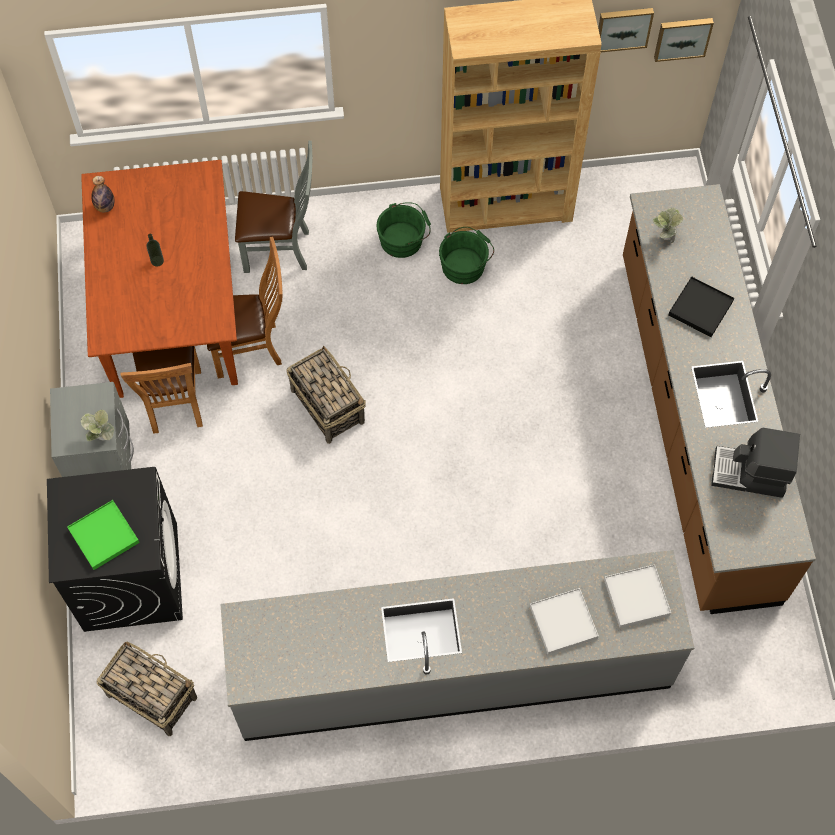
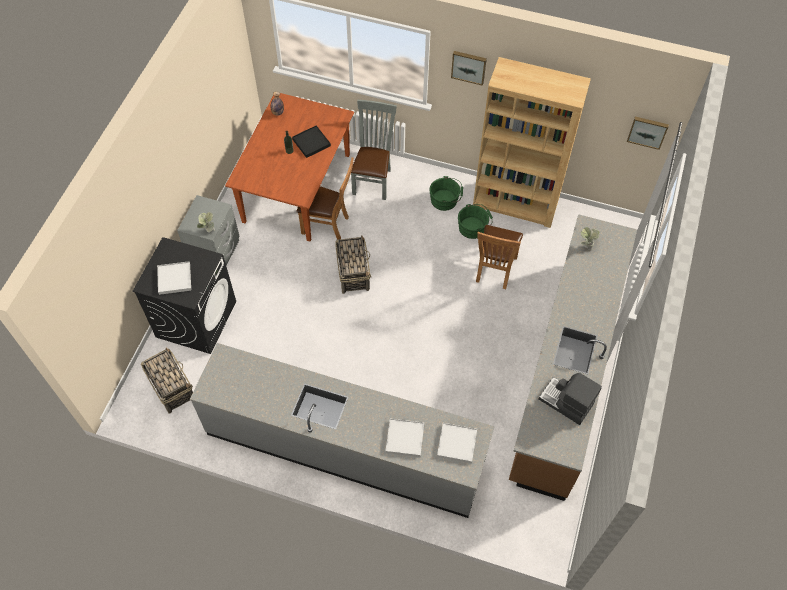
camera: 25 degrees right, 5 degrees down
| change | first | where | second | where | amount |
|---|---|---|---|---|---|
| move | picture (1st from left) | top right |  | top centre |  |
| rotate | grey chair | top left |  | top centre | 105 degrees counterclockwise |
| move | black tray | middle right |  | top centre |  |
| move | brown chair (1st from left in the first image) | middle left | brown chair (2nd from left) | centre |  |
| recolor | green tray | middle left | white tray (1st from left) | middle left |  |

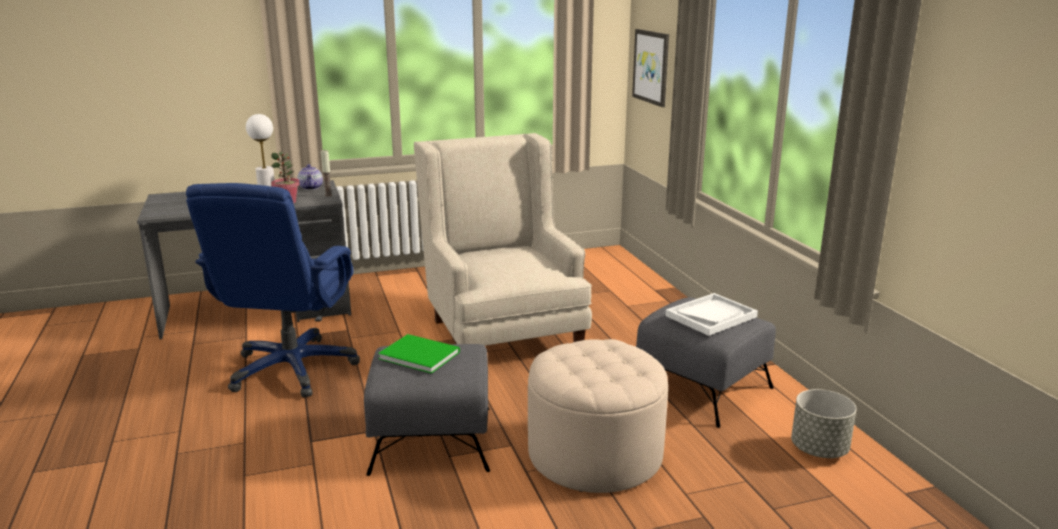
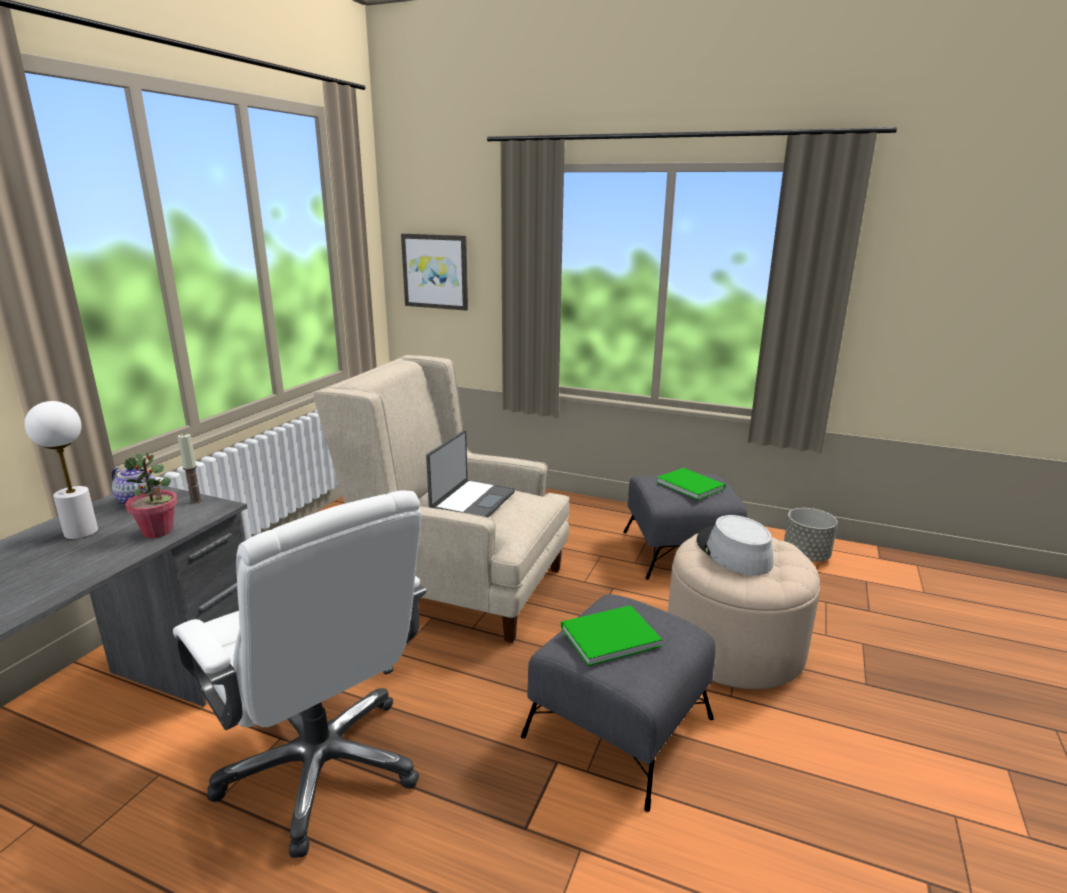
camera: 50 degrees left, 0 degrees up
| change | first | where | second | where | amount |
|---|---|---|---|---|---|
| recolor | blue office chair | middle left | white office chair | bottom left |  |
| replace | white tray | middle right | green book (2nd from left) | centre |  |
| insert |  |  | laptop | centre |  |
| insert |  |  | grey hat | middle right |  |

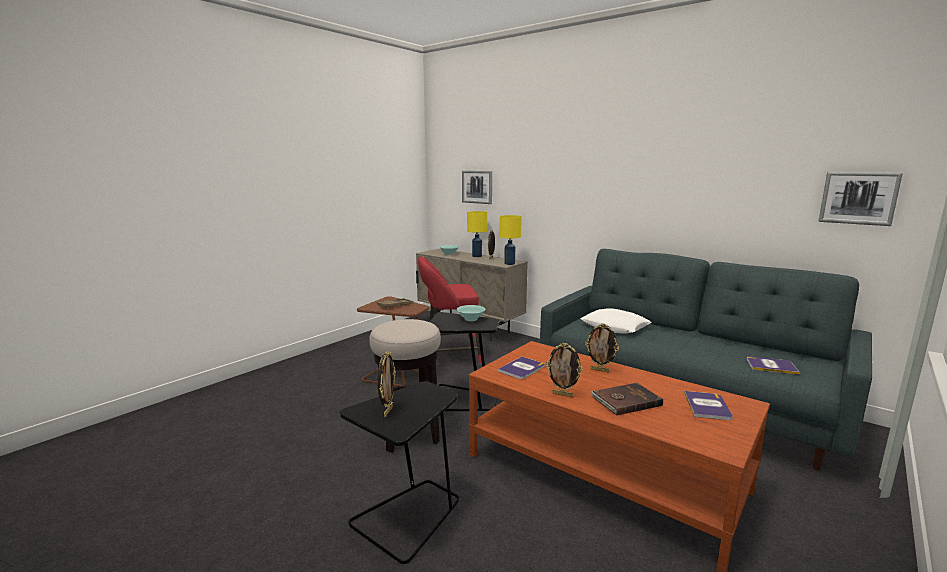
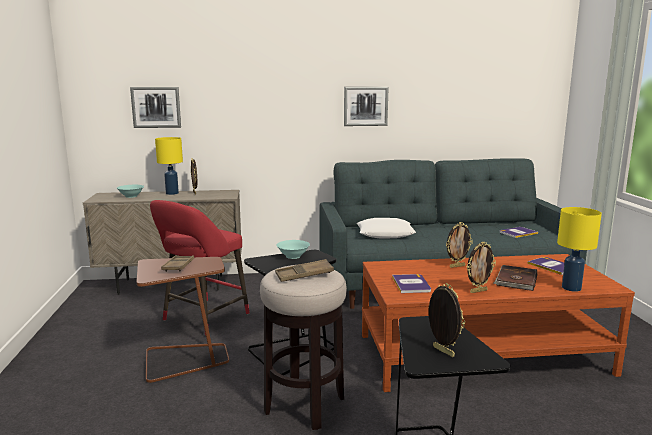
camera: 45 degrees left, 0 degrees up
| change | first | where | second | where | amount |
|---|---|---|---|---|---|
| move | picture (2nd from left) | middle right |  | top centre |  |
| move | yellow table lamp (2nd from left) | centre |  | middle right |  |
| insert |  |  | brown tray (2nd from left) | centre |  |

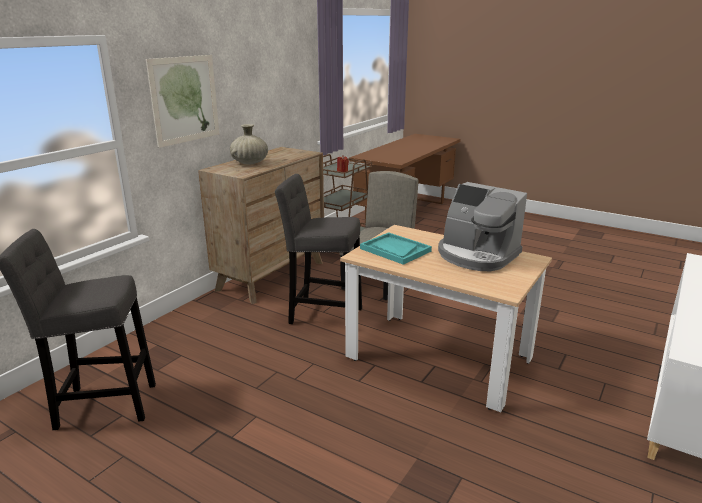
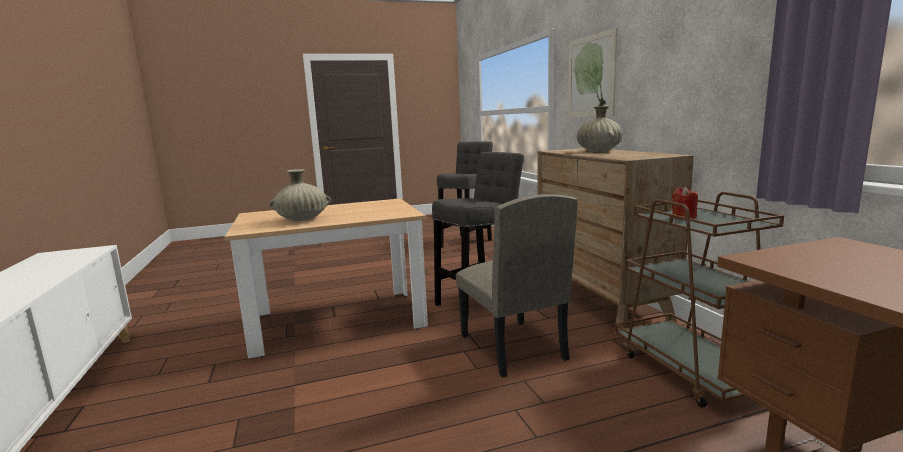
camera: 130 degrees right, 10 degrees down
| change | first | where | second | where | amount |
|---|---|---|---|---|---|
| replace | coffee machine | middle right | beige vase (1st from left) | middle left |  |
| delete | turquoise tray | centre |  |  |  |

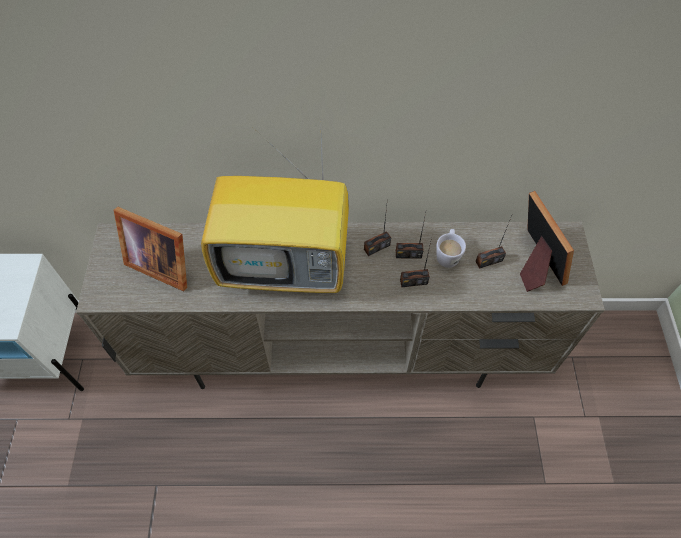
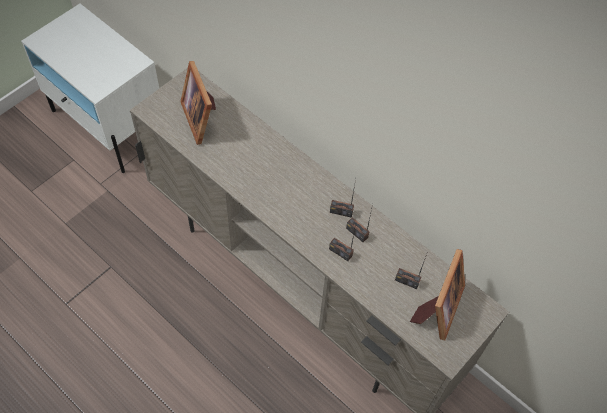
camera: 40 degrees right, 0 degrees up
| change | first | where | second | where | amount |
|---|---|---|---|---|---|
| delete | television | centre |  |  |  |
| delete | white mug | centre |  |  |  |

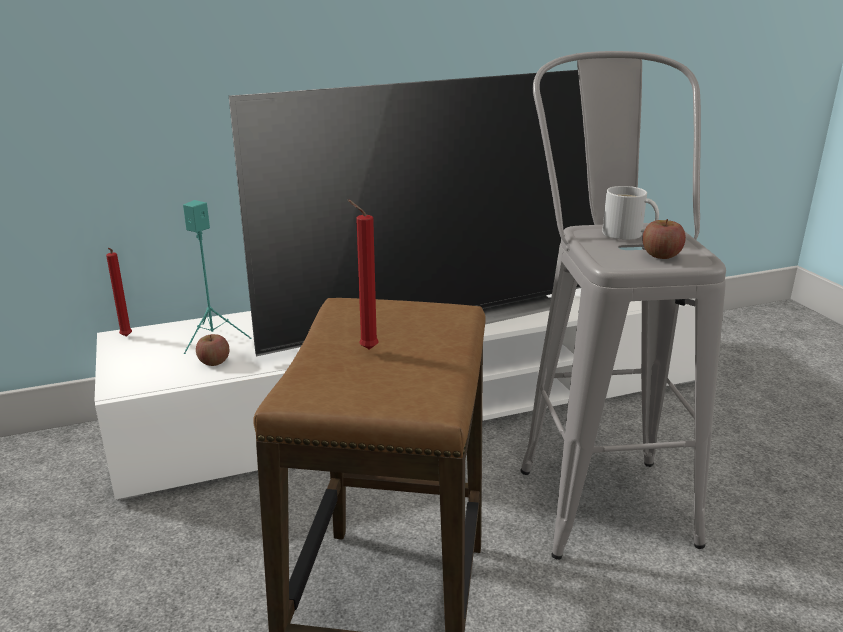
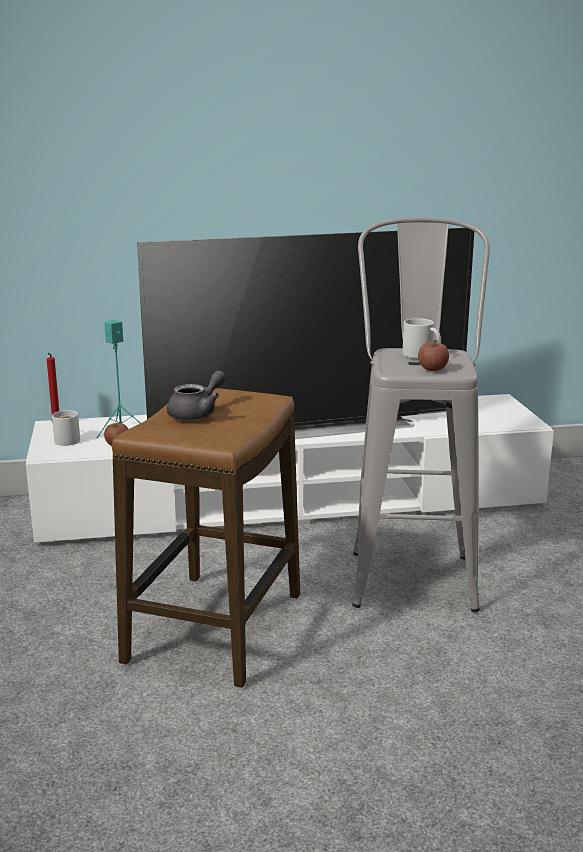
camera: 10 degrees right, 5 degrees down
| change | first | where | second | where | amount |
|---|---|---|---|---|---|
| replace | red candle (2nd from left) | centre | grey teapot | centre |  |
| insert |  |  | white mug (1st from left) | middle left |  |

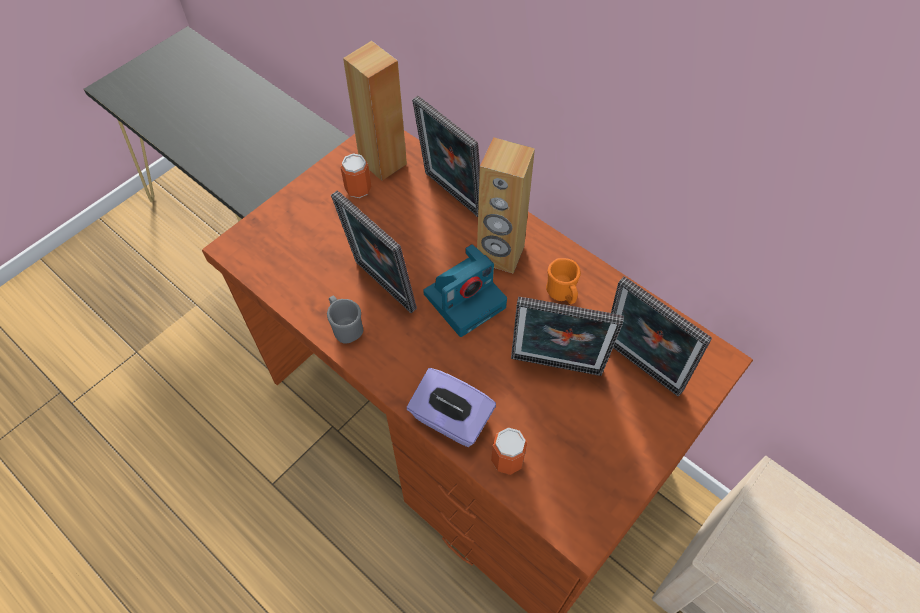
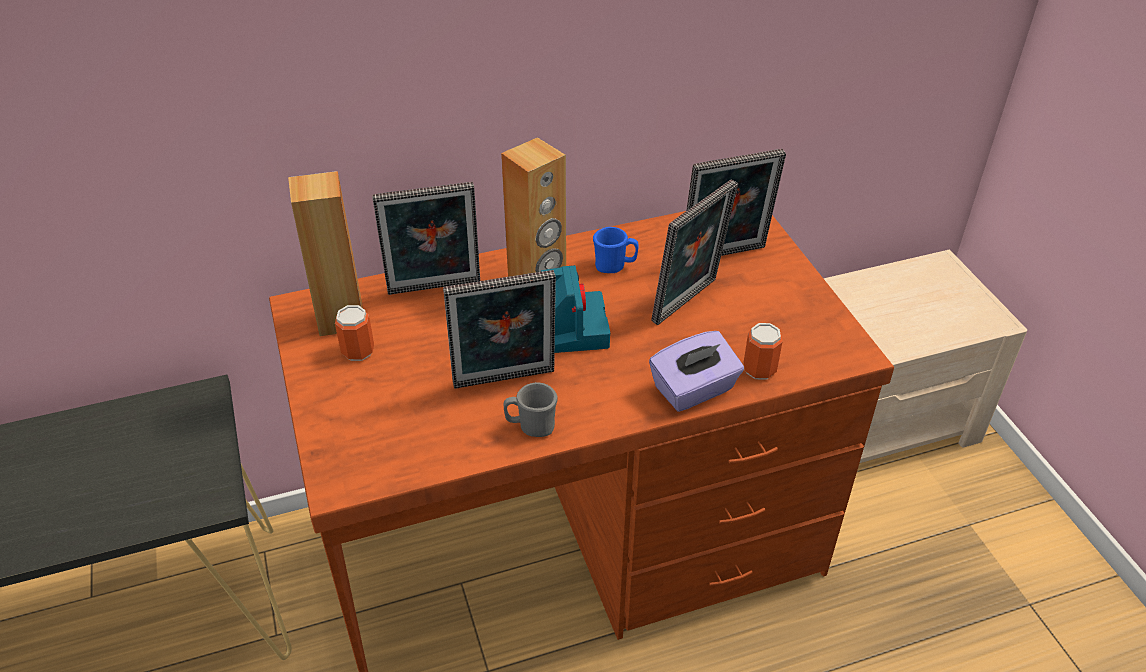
camera: 60 degrees left, 15 degrees down
| change | first | where | second | where | amount |
|---|---|---|---|---|---|
| recolor | orange mug | centre | blue mug | centre |  |

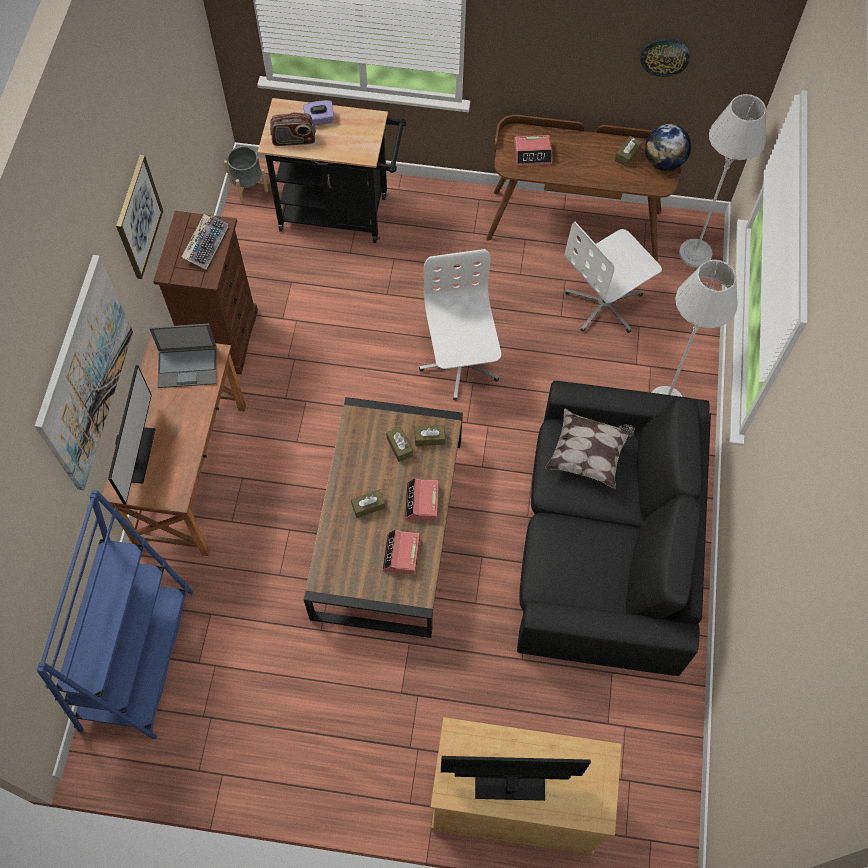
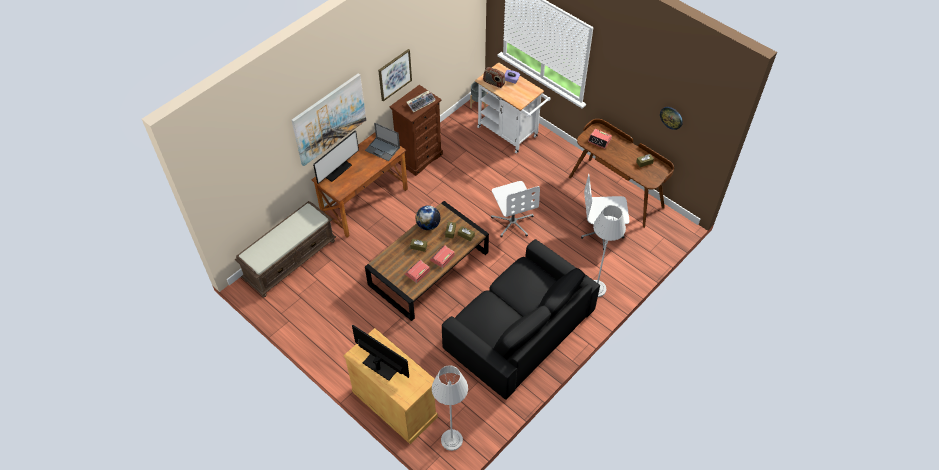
camera: 35 degrees right, 10 degrees down
| change | first | where | second | where | amount |
|---|---|---|---|---|---|
| move | grey floor lamp (2nd from left in the first image) | top right | grey floor lamp (1st from left) | bottom centre |  |
| recolor | black cart | top centre | white cart | top centre |  |
| move | globe | top right |  | centre |  |
| rotate | white office chair (1st from left) | centre |  | centre | 135 degrees clockwise |
| delete | pillow | middle right |  |  |  |
| replace | blue bookcase | bottom left | brown bench | middle left |  |

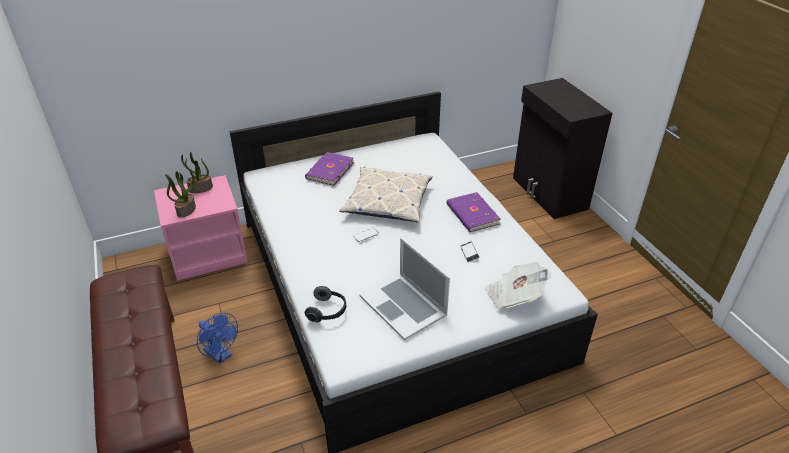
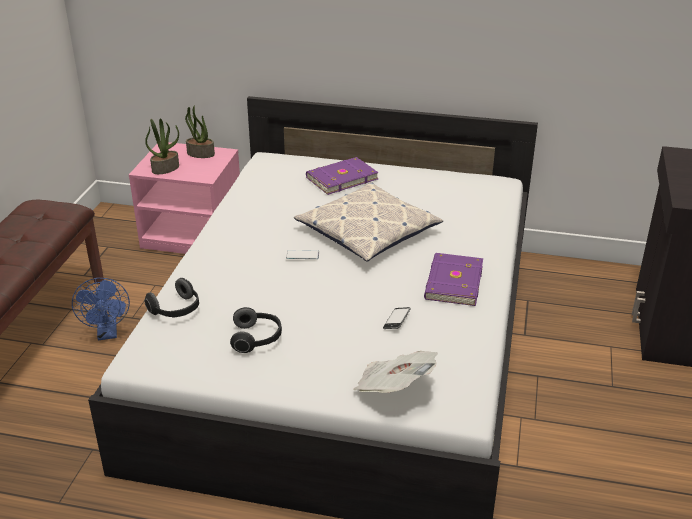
camera: 35 degrees right, 5 degrees down
| change | first | where | second | where | amount |
|---|---|---|---|---|---|
| replace | laptop | centre | headphones (2nd from left) | centre |  |

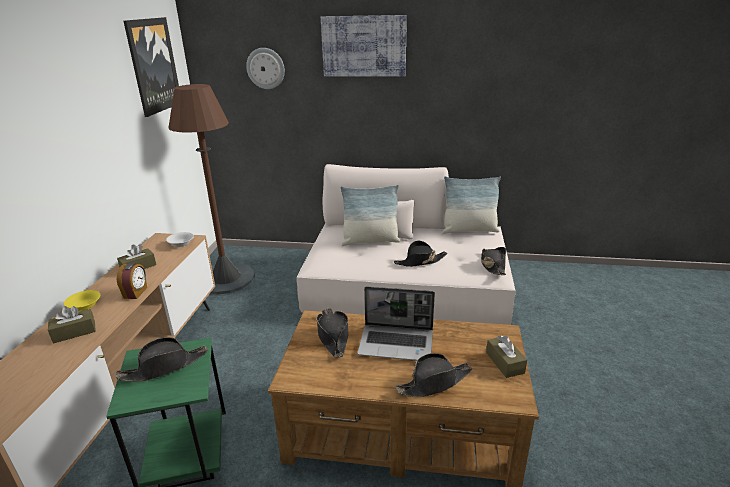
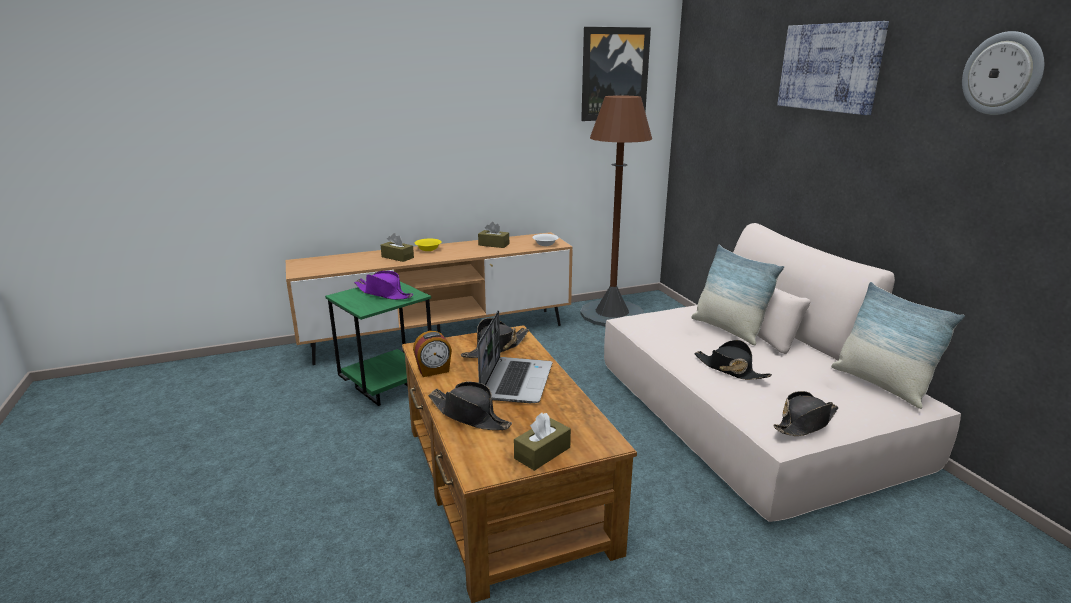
camera: 60 degrees right, 5 degrees down
| change | first | where | second | where | amount |
|---|---|---|---|---|---|
| move | wall clock | top centre |  | top right |  |
| move | alarm clock | middle left |  | centre |  |
| rotate | laptop | centre |  | centre | 150 degrees counterclockwise |
| recolor | black hat (1st from left) | bottom left | purple hat | centre |  |

